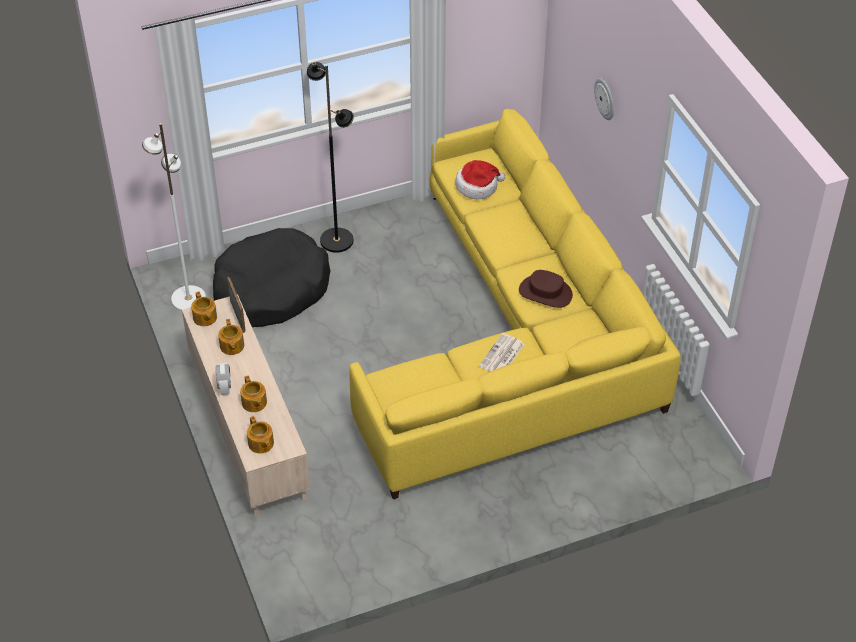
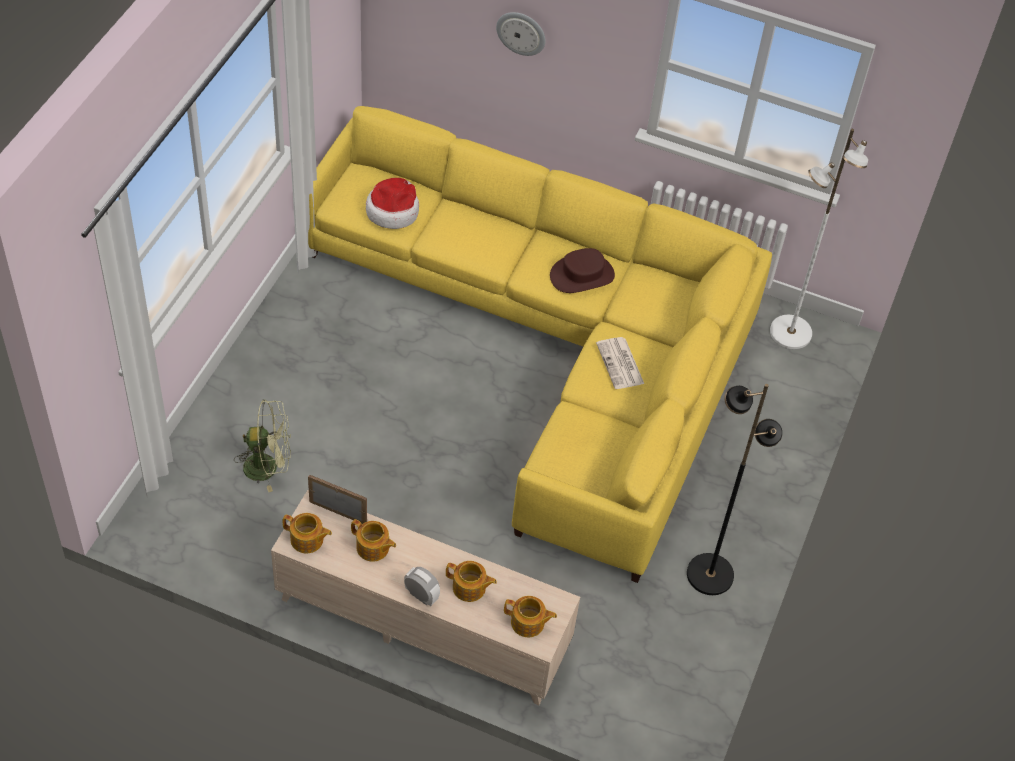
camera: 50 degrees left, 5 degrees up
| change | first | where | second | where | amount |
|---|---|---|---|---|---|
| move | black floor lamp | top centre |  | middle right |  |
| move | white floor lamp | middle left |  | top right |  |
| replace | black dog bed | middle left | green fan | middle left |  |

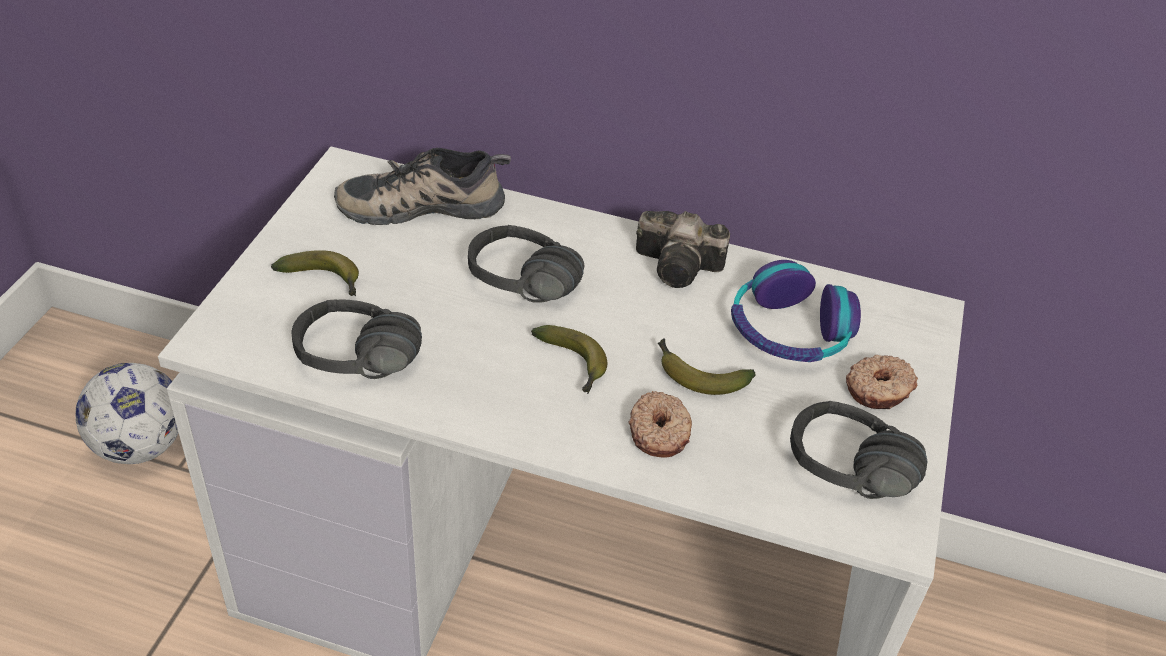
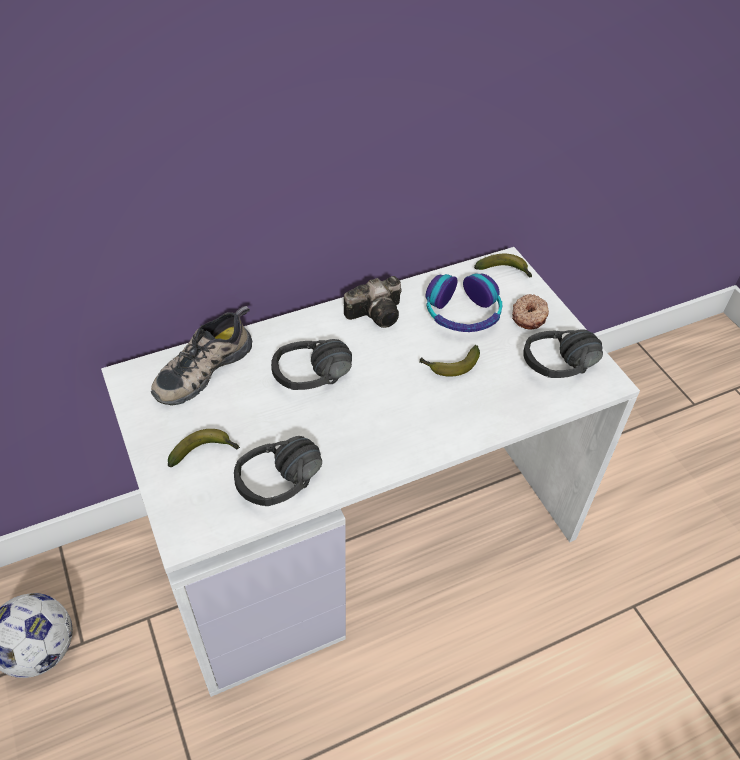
camera: 40 degrees left, 5 degrees up
| change | first | where | second | where | amount |
|---|---|---|---|---|---|
| move | banana (2nd from left in the first image) | centre | banana (3rd from left) | middle right |  |
| delete | donut (1st from left) | centre |  |  |  |

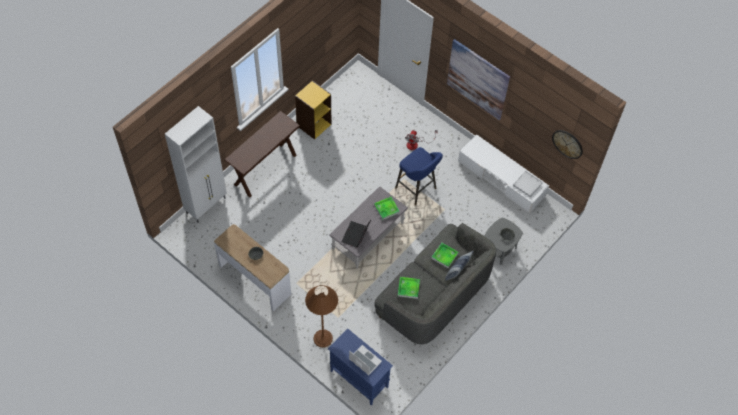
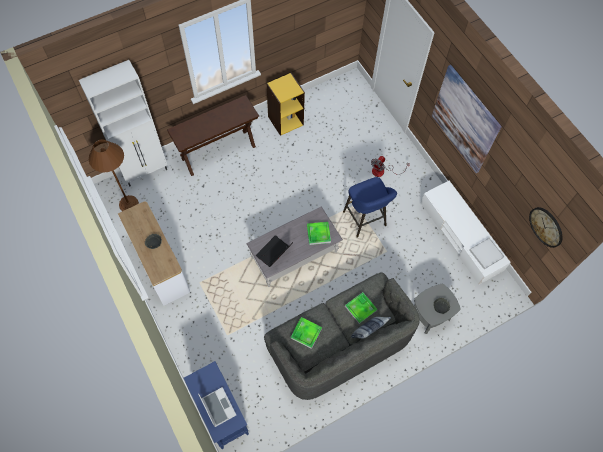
camera: 20 degrees right, 5 degrees up
| change | first | where | second | where | amount |
|---|---|---|---|---|---|
| move | brown floor lamp | bottom centre |  | middle left |  |

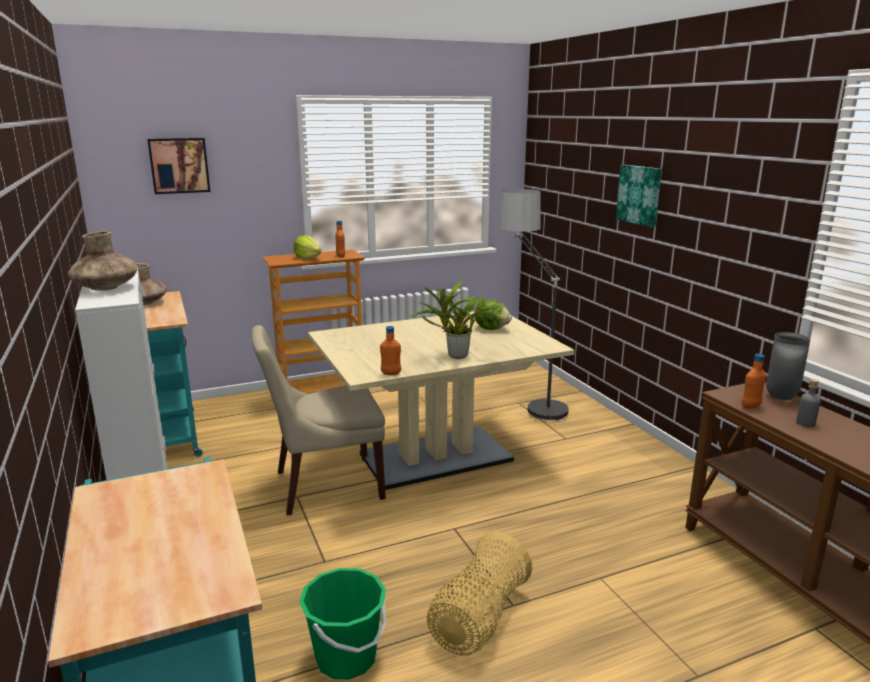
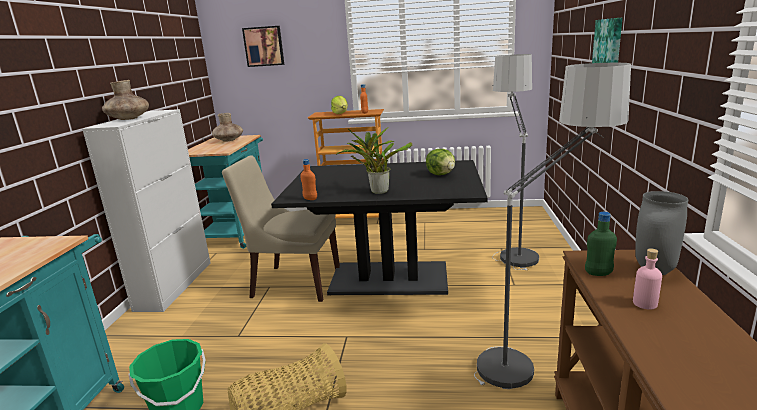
camera: 30 degrees right, 0 degrees up
| change | first | where | second | where | amount |
|---|---|---|---|---|---|
| recolor | beige dining table | centre | black dining table | centre |  |
| recolor | orange bottle (3rd from left) | middle right | green bottle | middle right |  |
| recolor | grey bottle | middle right | pink bottle | bottom right |  |
| insert |  |  | floor lamp (2nd from left) | middle right |  |

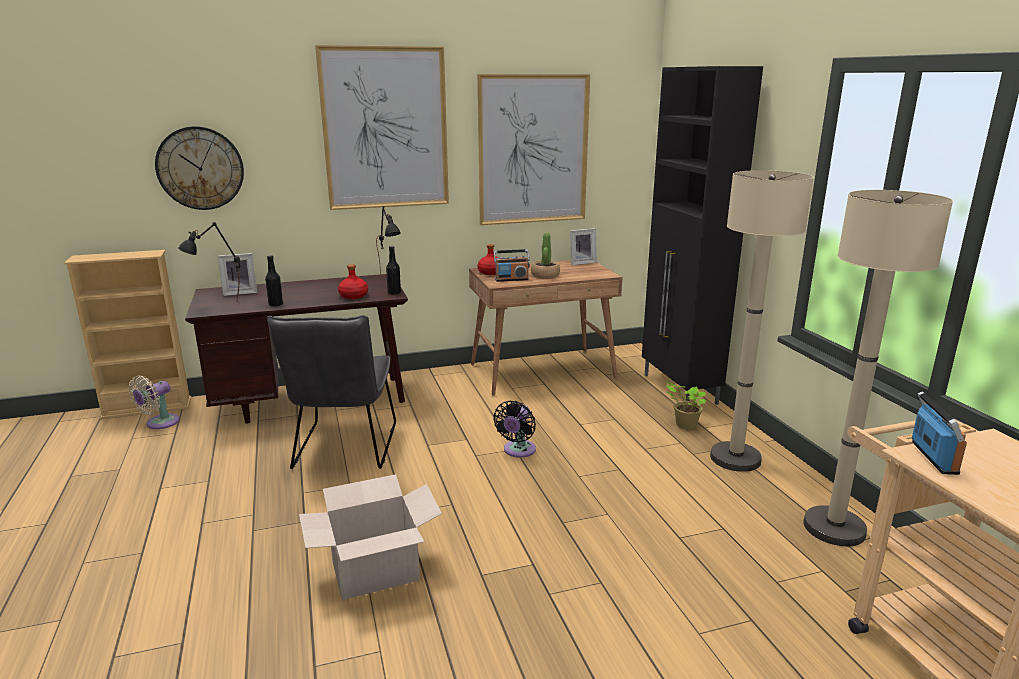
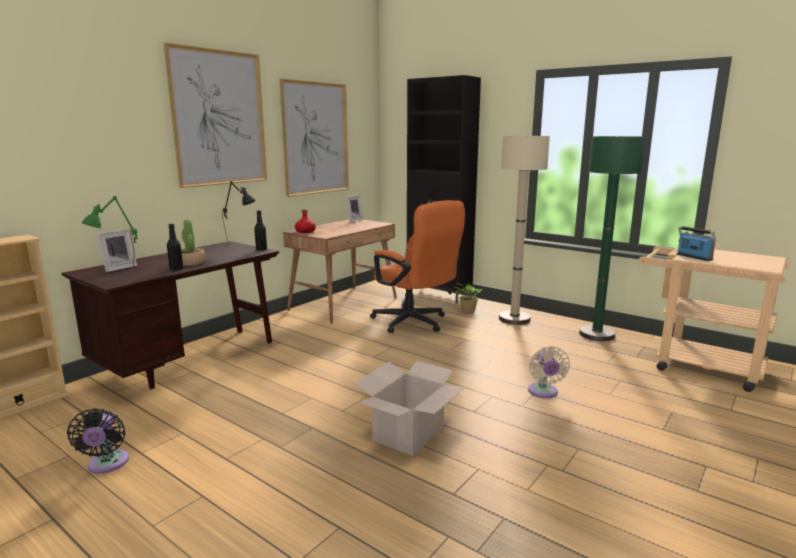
camera: 35 degrees left, 5 degrees down
| change | first | where | second | where | amount |
|---|---|---|---|---|---|
| delete | wall clock | top left |  |  |  |
| recolor | beige floor lamp (2nd from left) | middle right | green floor lamp | middle right |  |
| recolor | black table lamp (1st from left) | middle left | green table lamp | middle left |  |
| move | potted plant (1st from left) | centre |  | middle left |  |
| delete | radio (1st from left) | centre |  |  |  |
| delete | red bottle (1st from left) | centre |  |  |  |
| delete | grey chair | middle left |  |  |  |
| move | beige fan | middle left |  | bottom right |  |
| move | black fan | centre |  | bottom left |  |
| insert |  |  | orange office chair | centre |  |

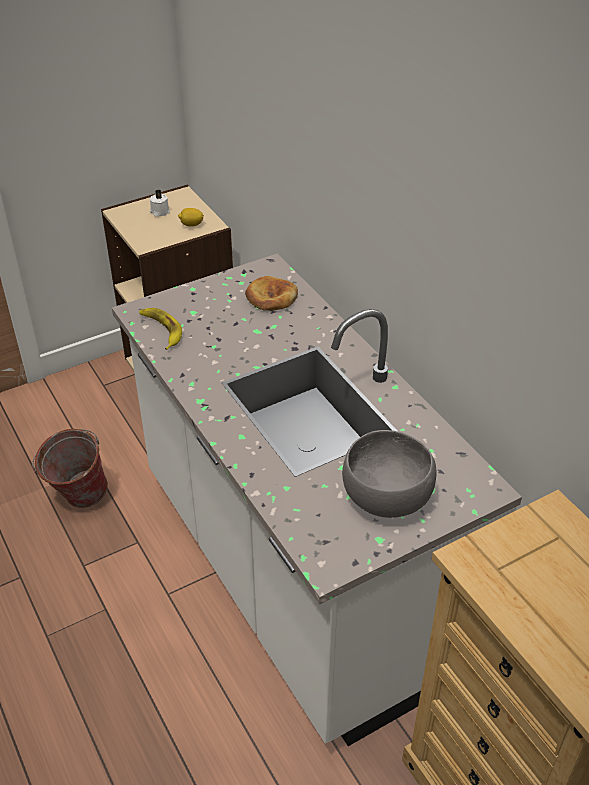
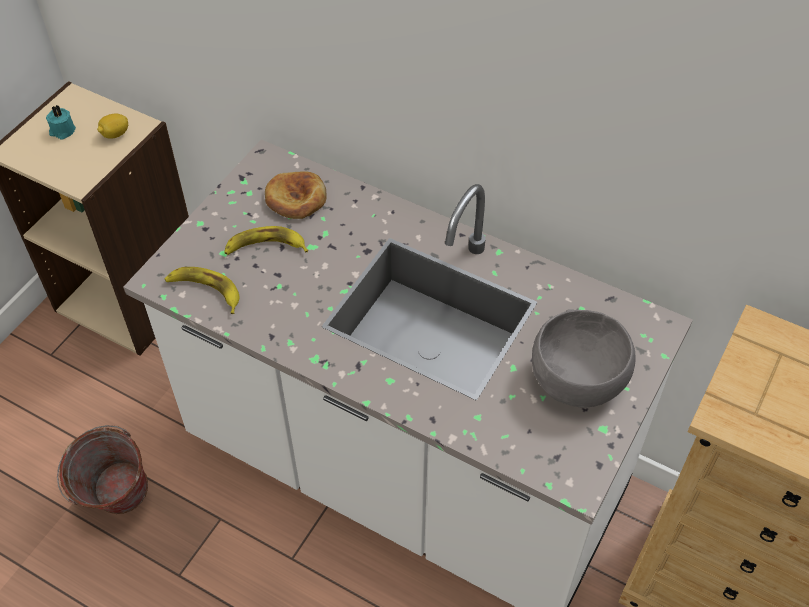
camera: 30 degrees left, 10 degrees up
| change | first | where | second | where | amount |
|---|---|---|---|---|---|
| recolor | white candle | top left | turquoise candle | top left |  |
| insert |  |  | banana (2nd from left) | middle left |  |

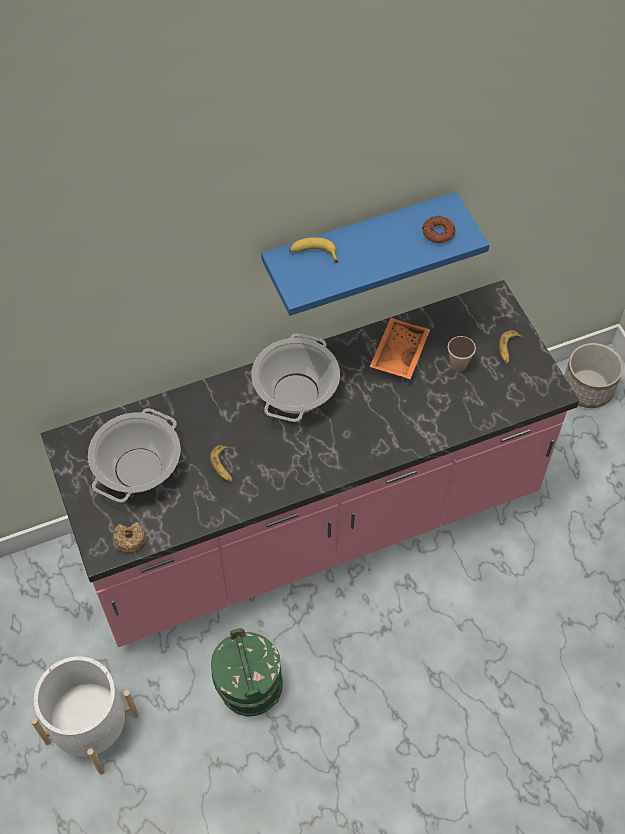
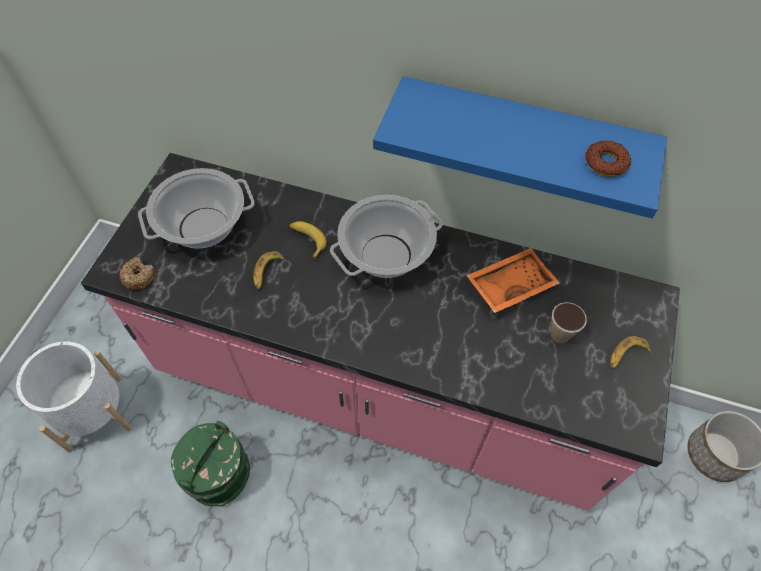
camera: 40 degrees right, 0 degrees up
| change | first | where | second | where | amount |
|---|---|---|---|---|---|
| move | banana (2nd from left) | top centre |  | centre |  |

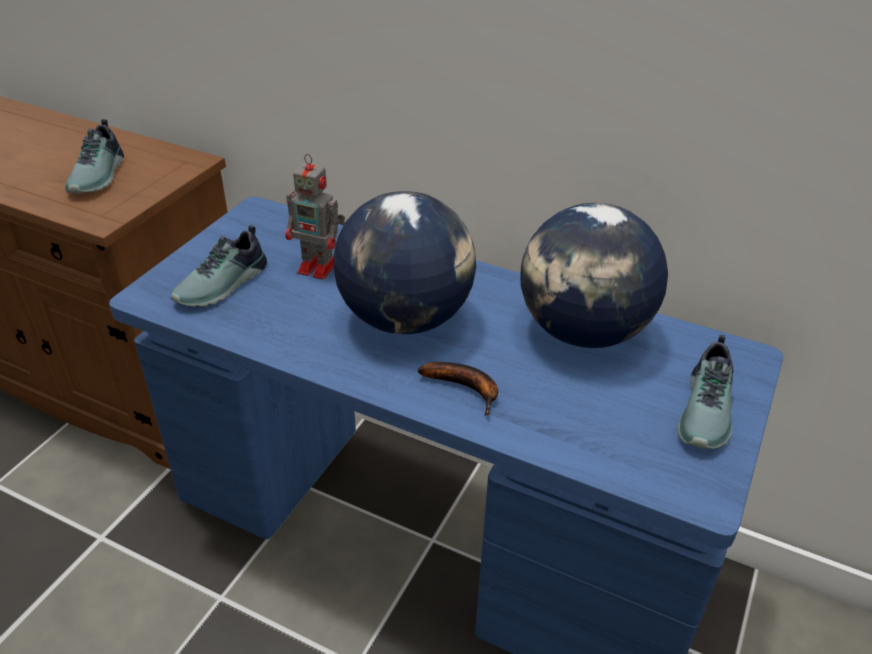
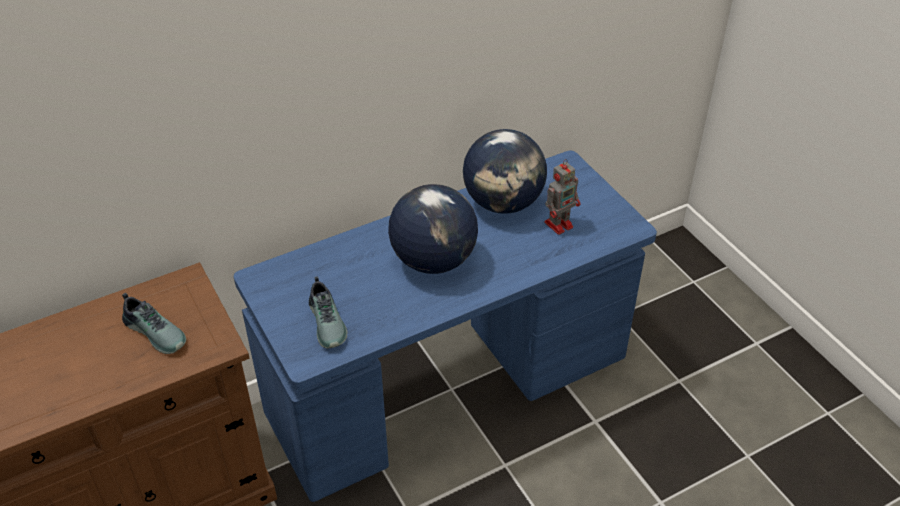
camera: 55 degrees left, 5 degrees up
| change | first | where | second | where | amount |
|---|---|---|---|---|---|
| move | toy robot | top centre |  | centre |  |
| delete | shoe (3rd from left) | middle right |  |  |  |
| delete | banana | centre |  |  |  |

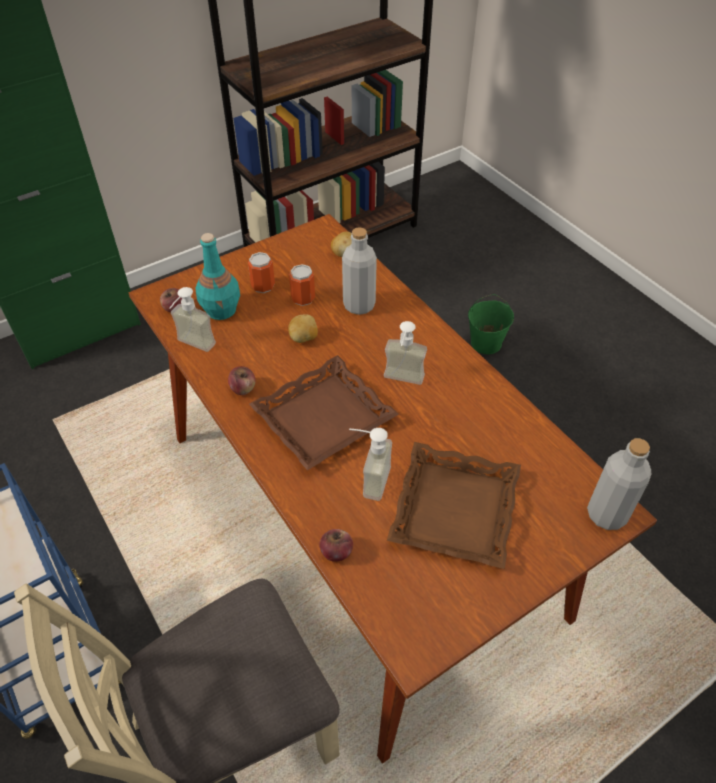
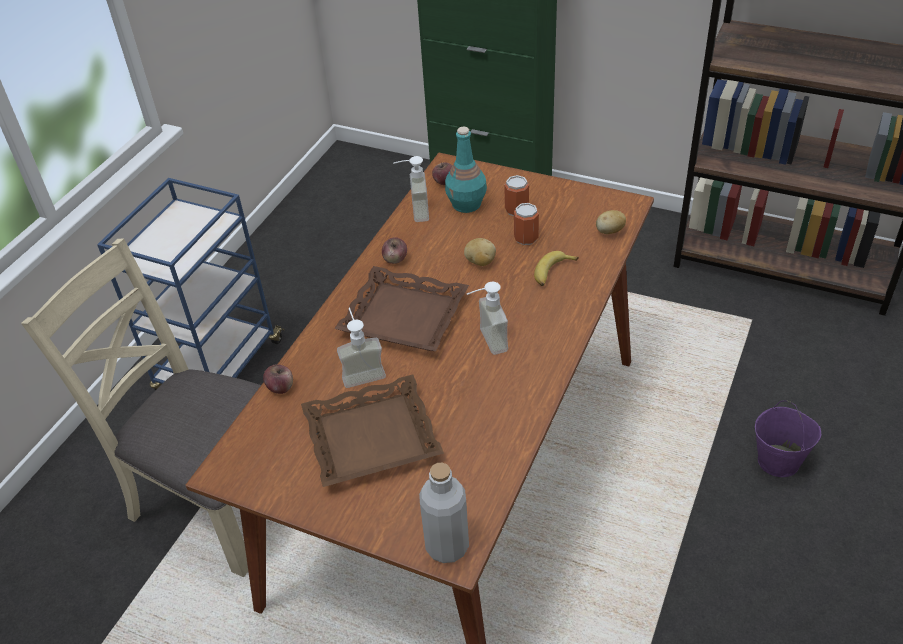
camera: 60 degrees right, 5 degrees down
| change | first | where | second | where | amount |
|---|---|---|---|---|---|
| replace | grey bottle (1st from left) | centre | banana | centre |  |
| recolor | green bucket | middle right | purple bucket | bottom right |  |

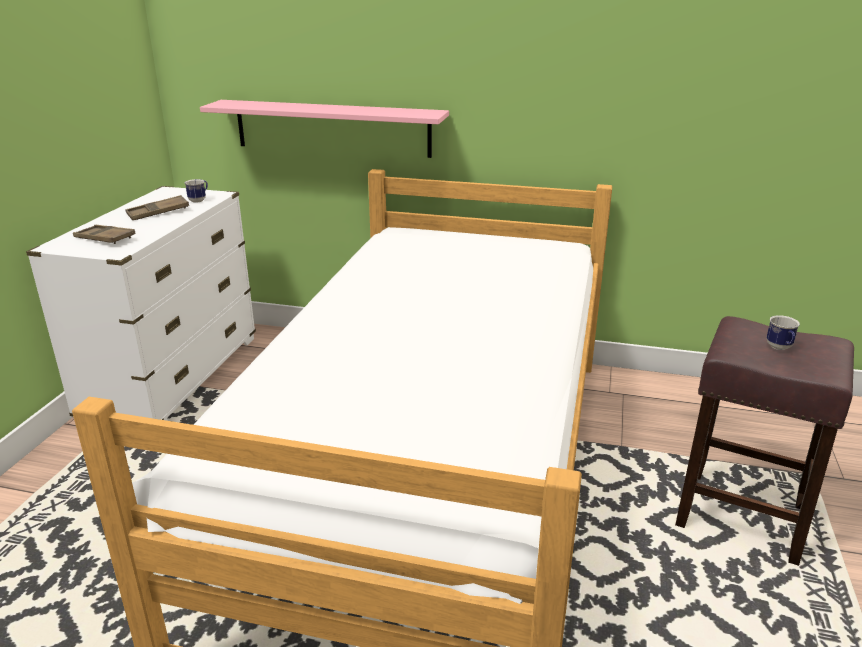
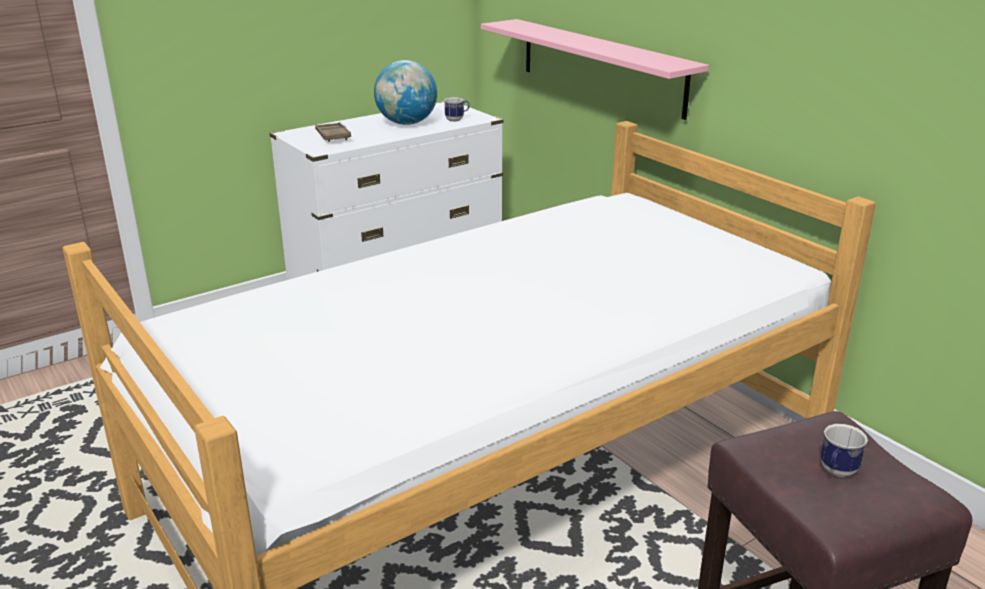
camera: 40 degrees right, 0 degrees up
| change | first | where | second | where | amount |
|---|---|---|---|---|---|
| replace | brown tray (2nd from left) | top left | globe | top centre |  |

